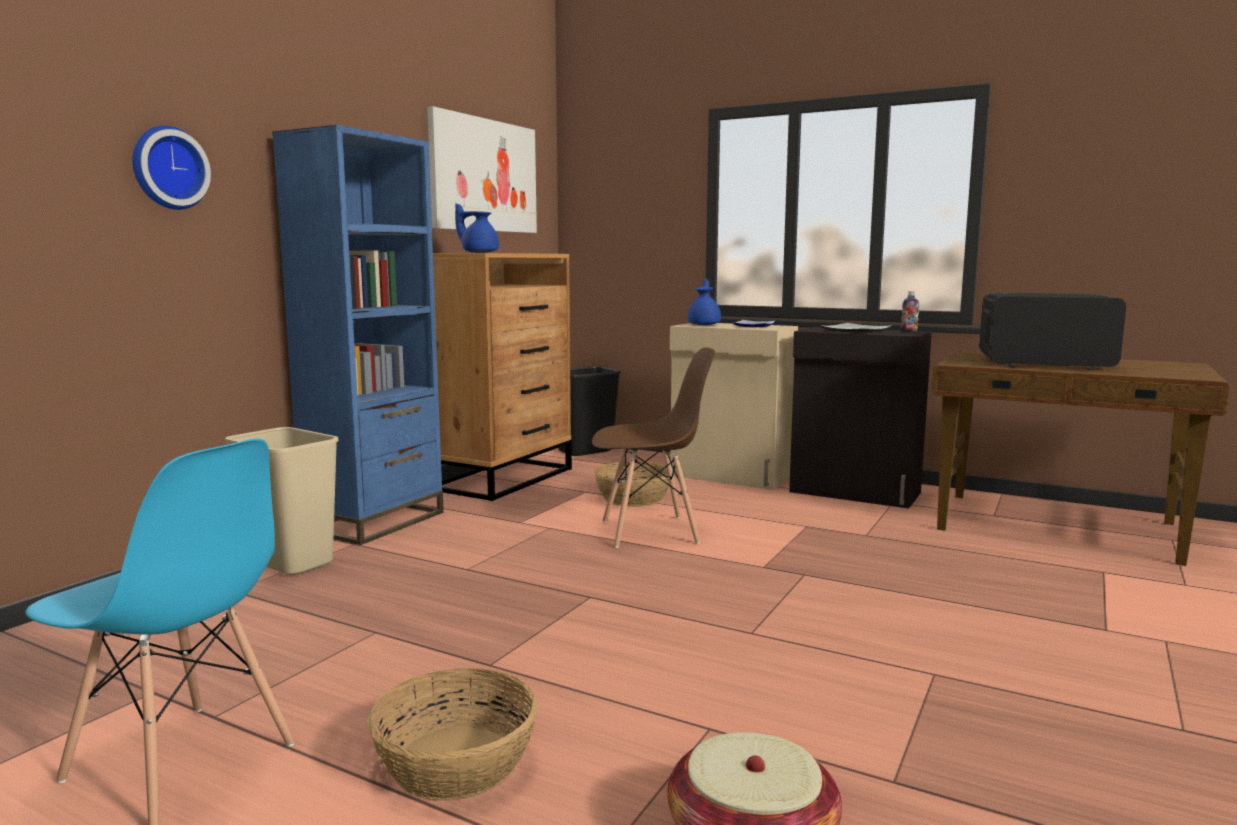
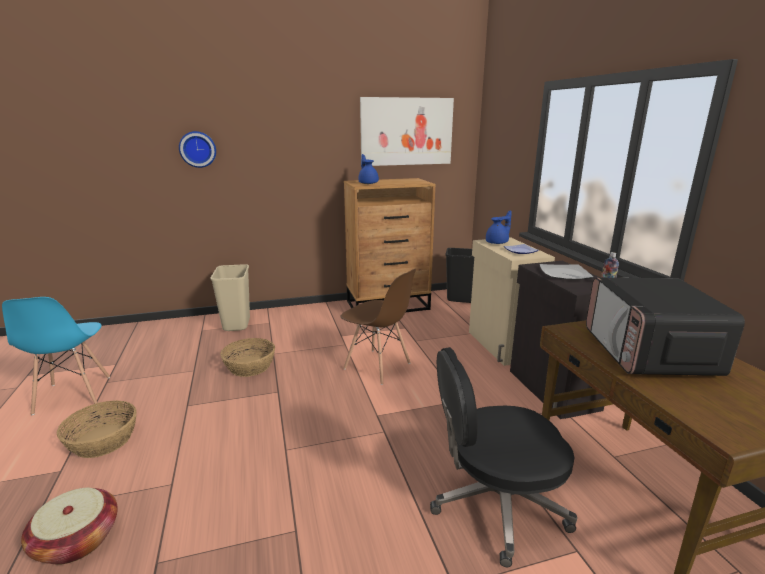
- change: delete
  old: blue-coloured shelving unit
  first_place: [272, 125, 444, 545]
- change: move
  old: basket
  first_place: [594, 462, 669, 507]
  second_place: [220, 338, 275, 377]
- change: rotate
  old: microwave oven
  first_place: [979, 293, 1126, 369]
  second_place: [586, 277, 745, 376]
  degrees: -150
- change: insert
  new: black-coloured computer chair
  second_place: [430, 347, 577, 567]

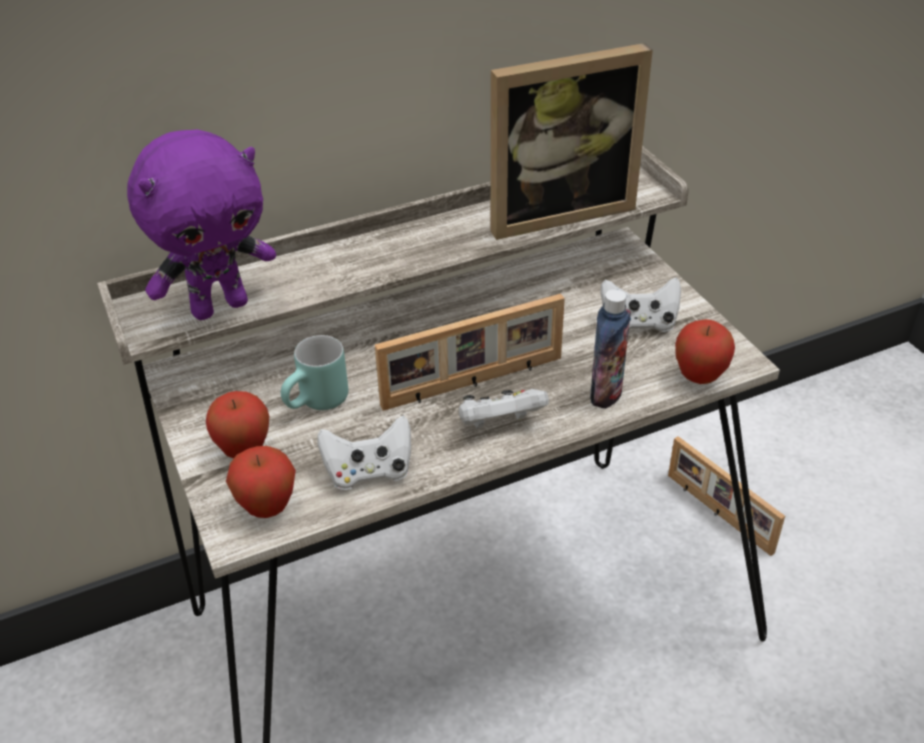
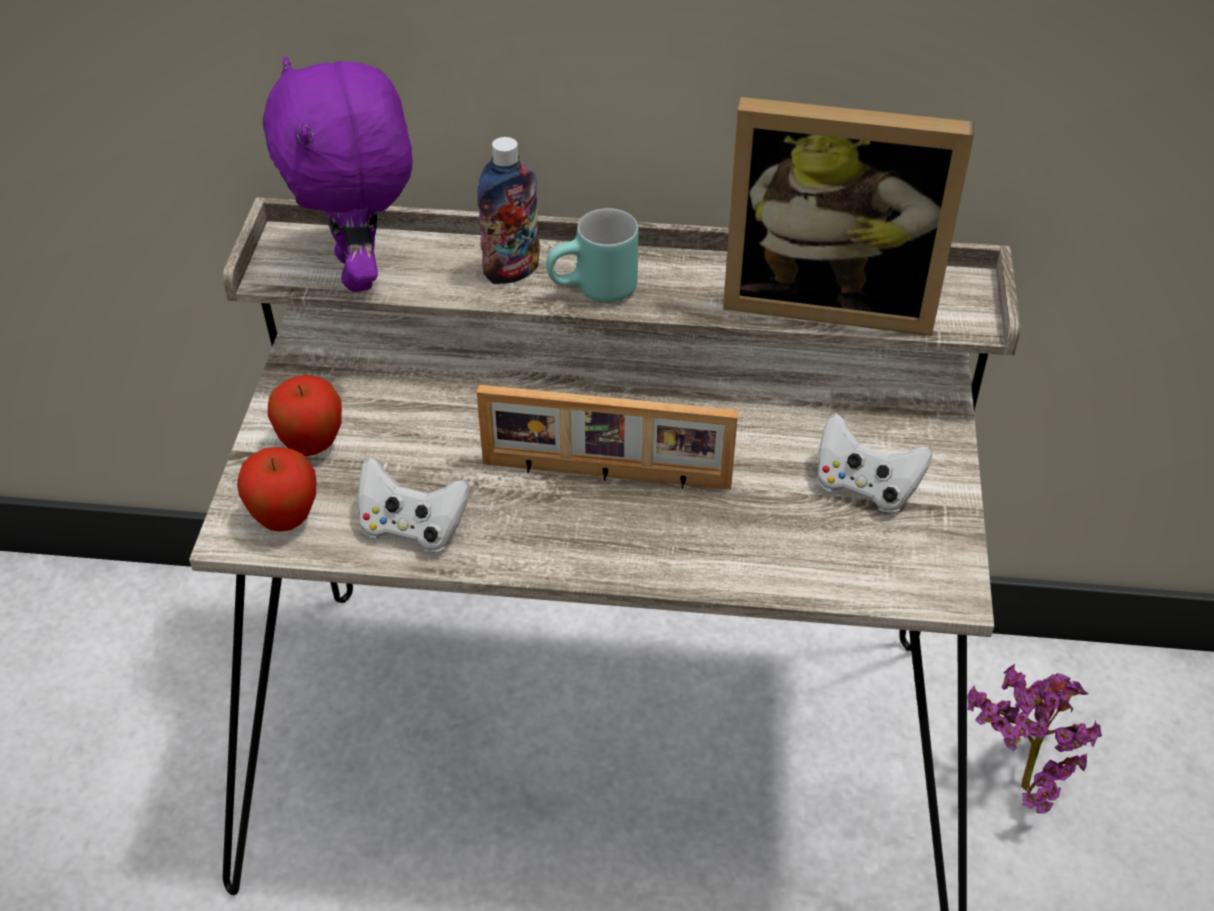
- change: rotate
  old: purple-coloured cuddly toy
  first_place: [127, 129, 276, 320]
  second_place: [263, 56, 413, 292]
  degrees: 75
- change: move
  old: turquoise-coloured tea mug
  first_place: [281, 335, 348, 410]
  second_place: [546, 208, 639, 303]
- change: delete
  old: whitish joypad
  first_place: [459, 389, 549, 429]
- change: move
  old: bottle
  first_place: [590, 289, 631, 409]
  second_place: [477, 137, 540, 284]
- change: replace
  old: standing frame
  new: plant in a pot
  first_place: [668, 436, 785, 556]
  second_place: [967, 664, 1102, 814]
- change: delete
  old: whole apple
  first_place: [675, 319, 735, 384]

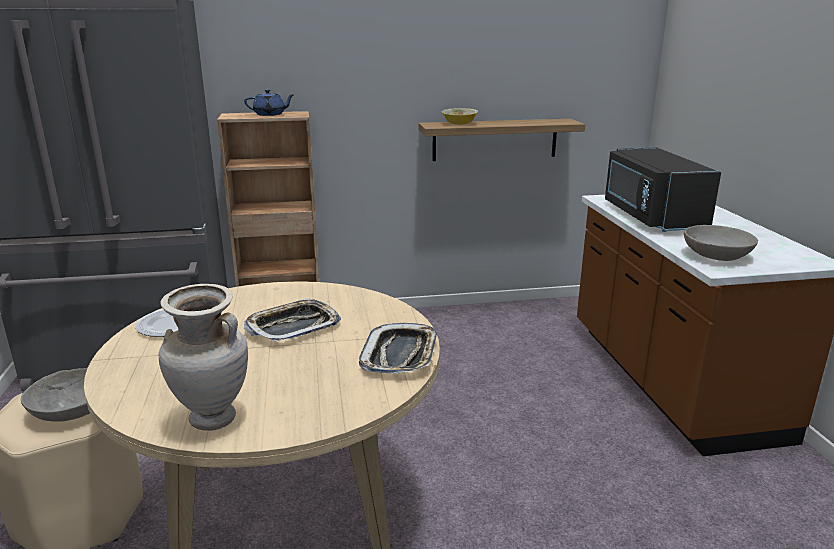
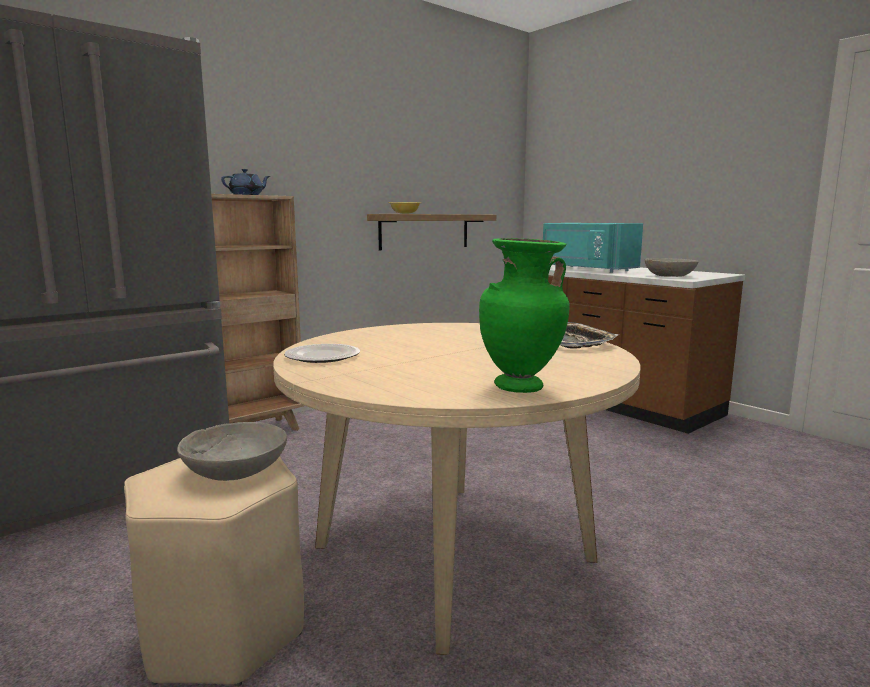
- change: recolor
  old: beige vase
  new: green-coloured vase
  first_place: [159, 284, 248, 431]
  second_place: [479, 238, 570, 393]
- change: delete
  old: serving tray
  first_place: [244, 298, 341, 342]
- change: recolor
  old: black-coloured microwave oven
  new: turquoise-coloured microwave oven
  first_place: [605, 148, 721, 232]
  second_place: [543, 223, 643, 273]

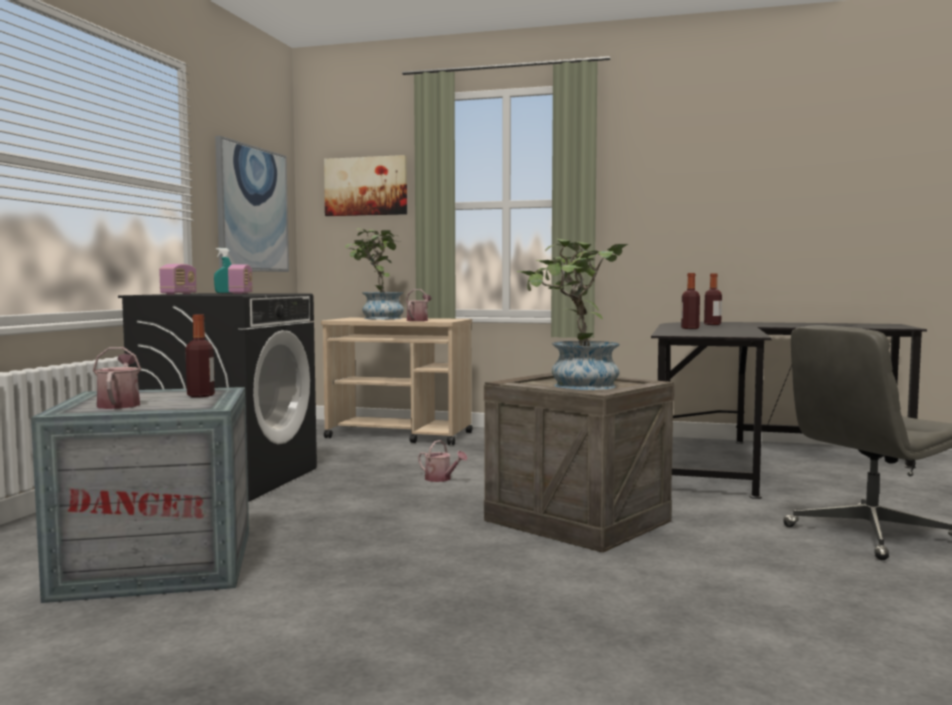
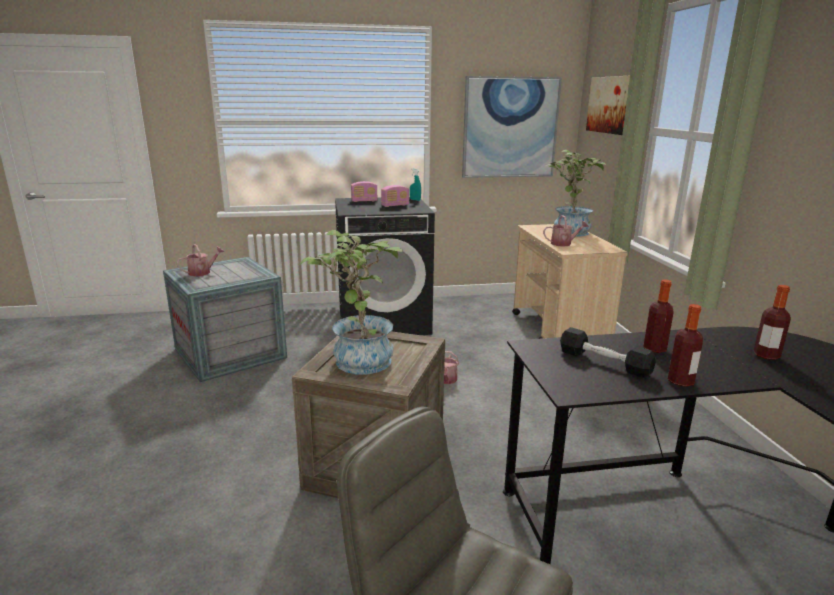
- change: move
  old: bottle
  first_place: [185, 315, 215, 397]
  second_place: [668, 304, 703, 387]
- change: insert
  new: black-coloured dumbbell
  second_place: [560, 327, 656, 378]

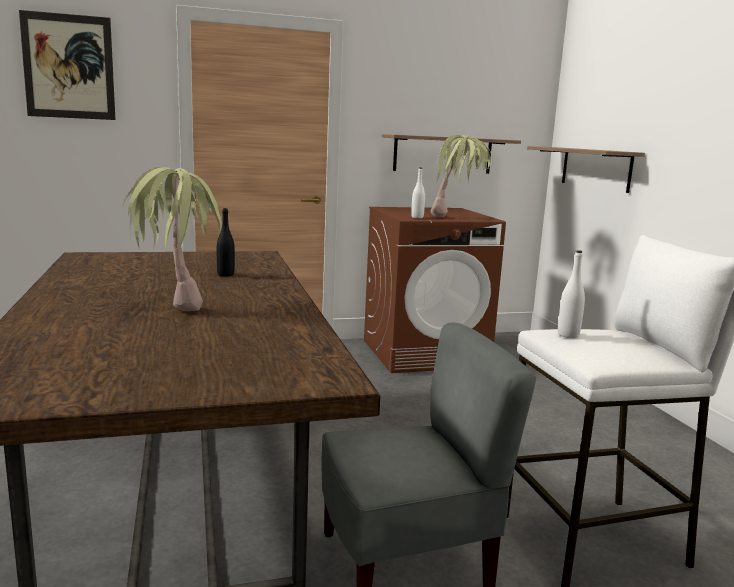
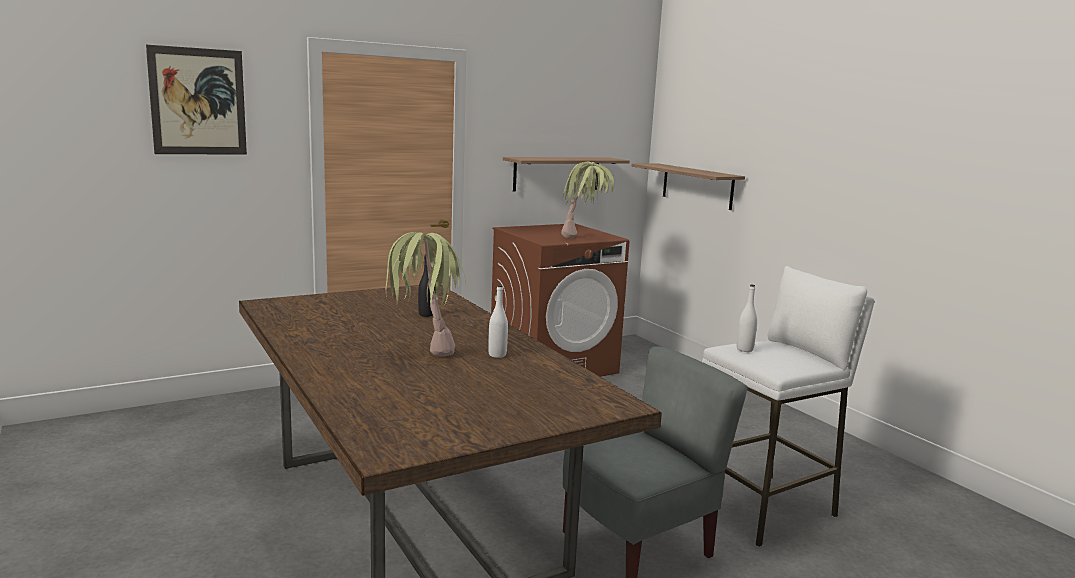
- change: move
  old: whitish bottle
  first_place: [411, 168, 425, 218]
  second_place: [488, 285, 508, 358]

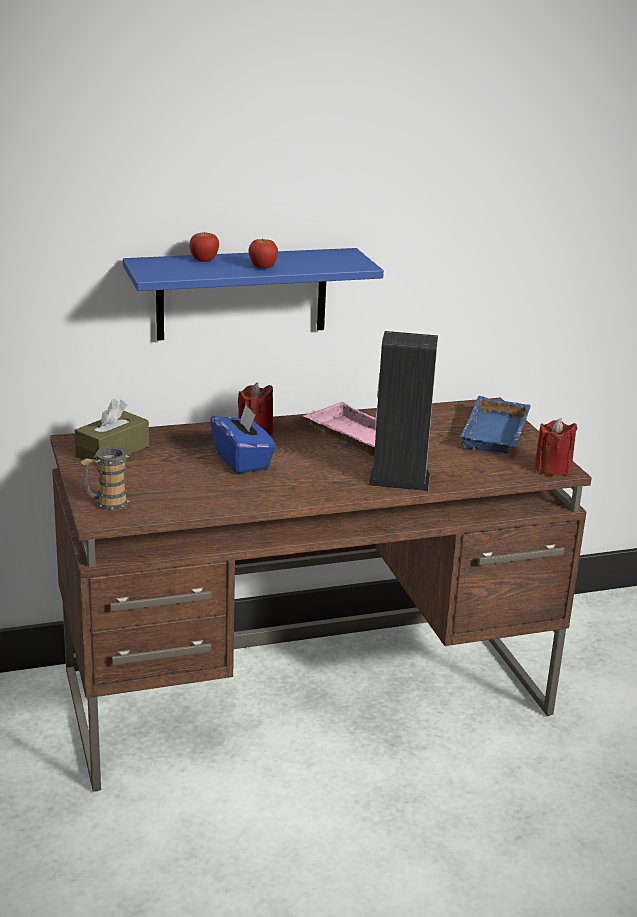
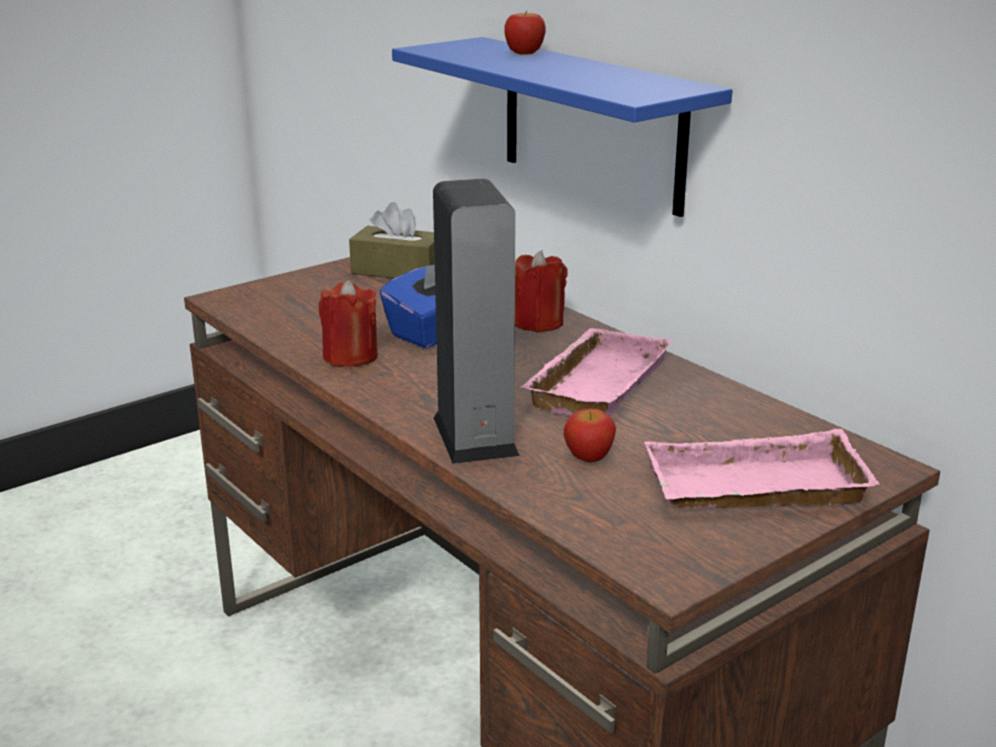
- change: delete
  old: tea mug
  first_place: [81, 447, 131, 511]
- change: move
  old: whole apple
  first_place: [249, 239, 278, 269]
  second_place: [564, 409, 616, 462]
- change: recolor
  old: blue-coloured serving tray
  new: pink serving tray
  first_place: [460, 396, 531, 453]
  second_place: [645, 429, 880, 509]
- change: move
  old: red wax candle
  first_place: [534, 418, 577, 476]
  second_place: [319, 280, 378, 367]

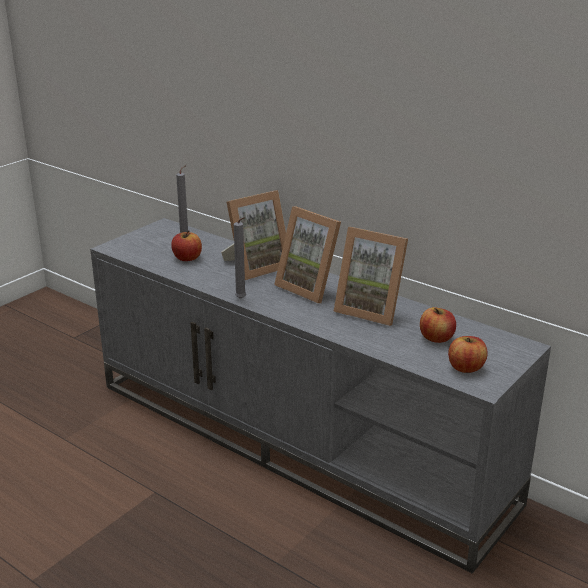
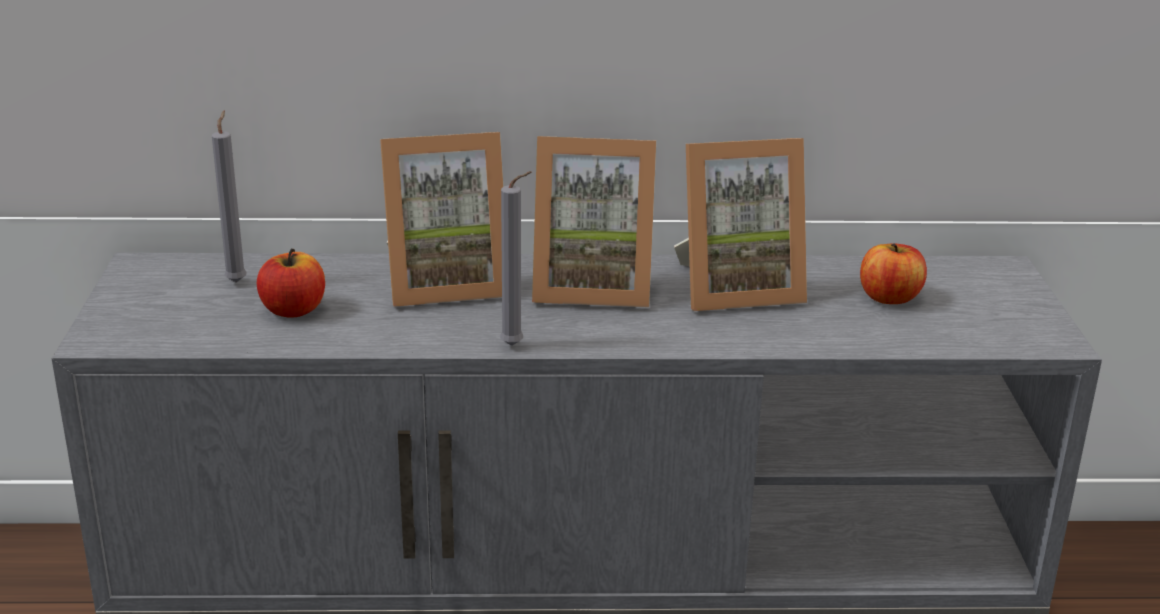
- change: rotate
  old: standing frame
  first_place: [221, 190, 286, 280]
  second_place: [380, 132, 503, 307]
  degrees: 60
- change: delete
  old: whole apple
  first_place: [448, 336, 488, 373]

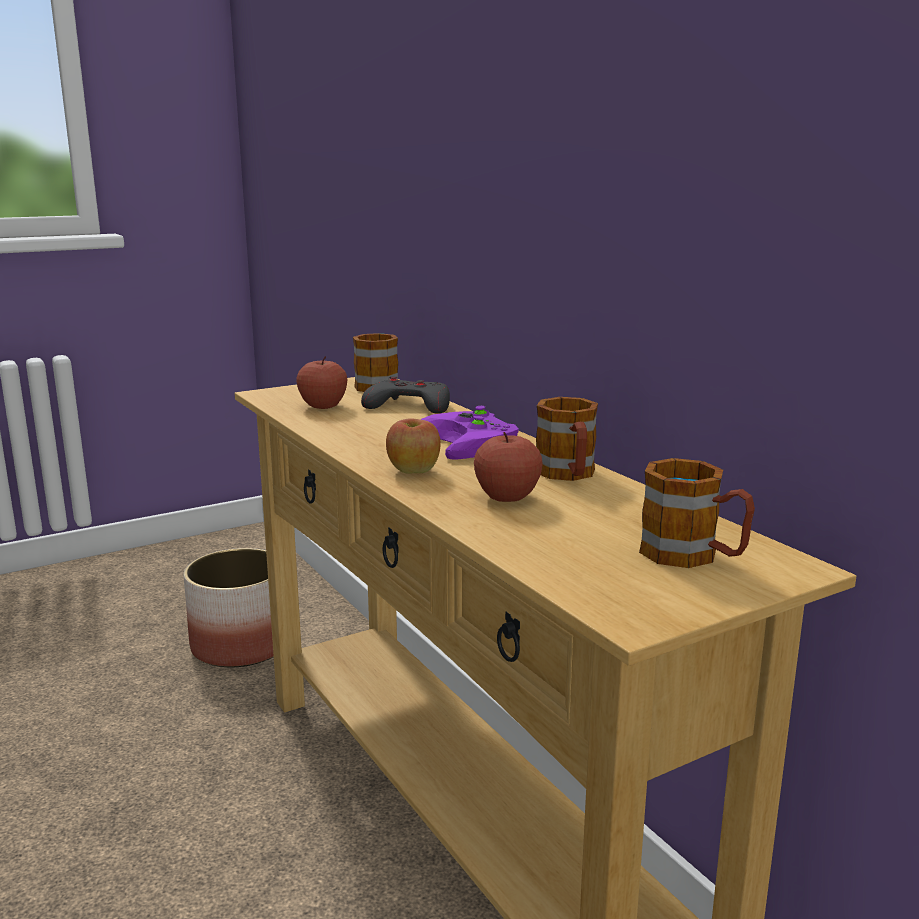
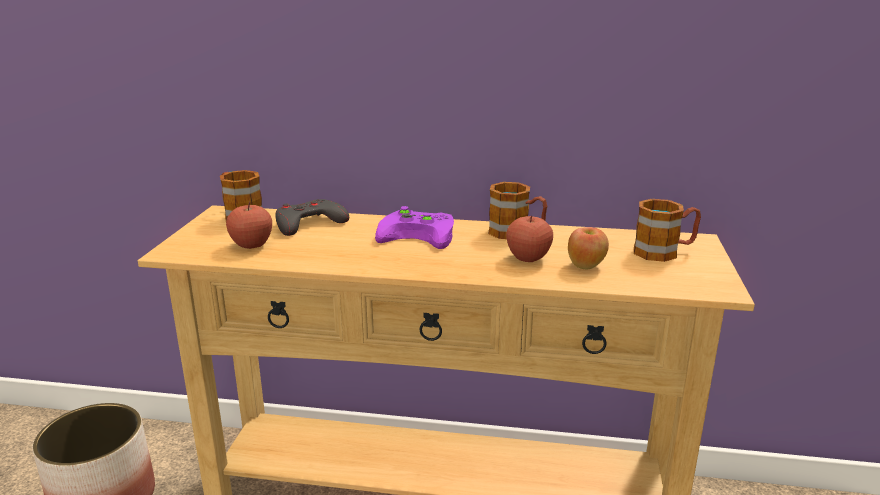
- change: move
  old: whole apple
  first_place: [386, 418, 441, 474]
  second_place: [568, 227, 609, 269]

